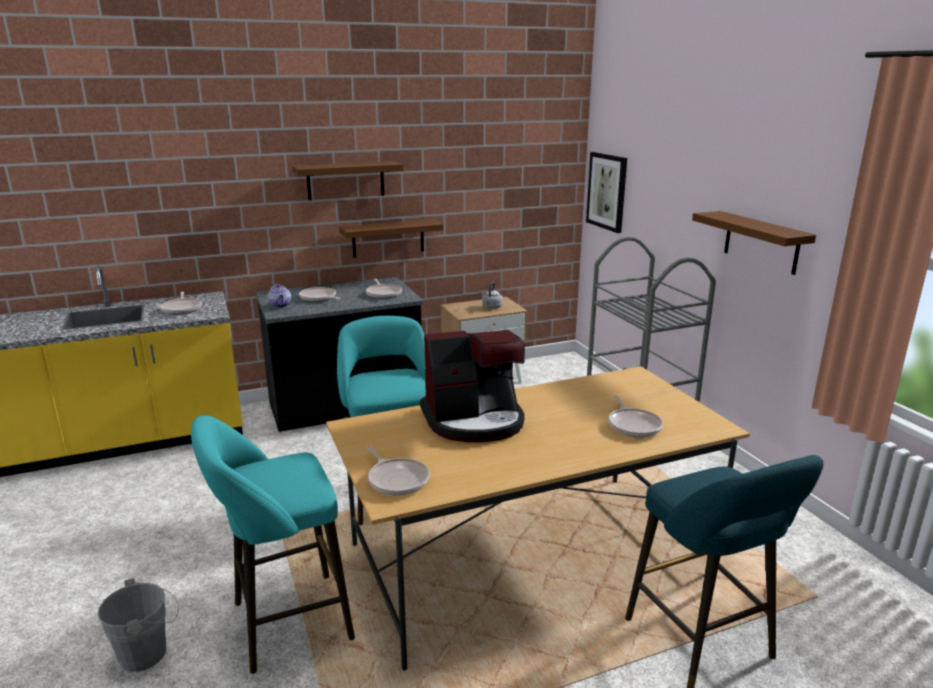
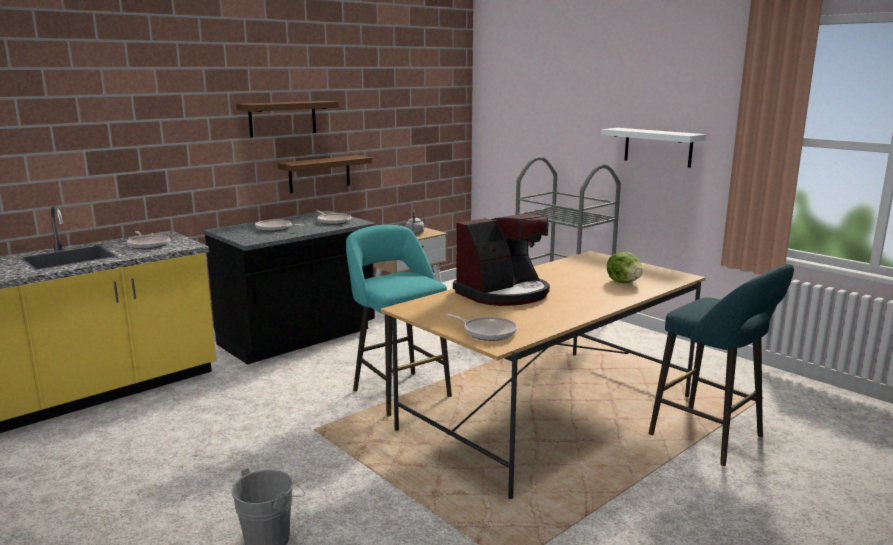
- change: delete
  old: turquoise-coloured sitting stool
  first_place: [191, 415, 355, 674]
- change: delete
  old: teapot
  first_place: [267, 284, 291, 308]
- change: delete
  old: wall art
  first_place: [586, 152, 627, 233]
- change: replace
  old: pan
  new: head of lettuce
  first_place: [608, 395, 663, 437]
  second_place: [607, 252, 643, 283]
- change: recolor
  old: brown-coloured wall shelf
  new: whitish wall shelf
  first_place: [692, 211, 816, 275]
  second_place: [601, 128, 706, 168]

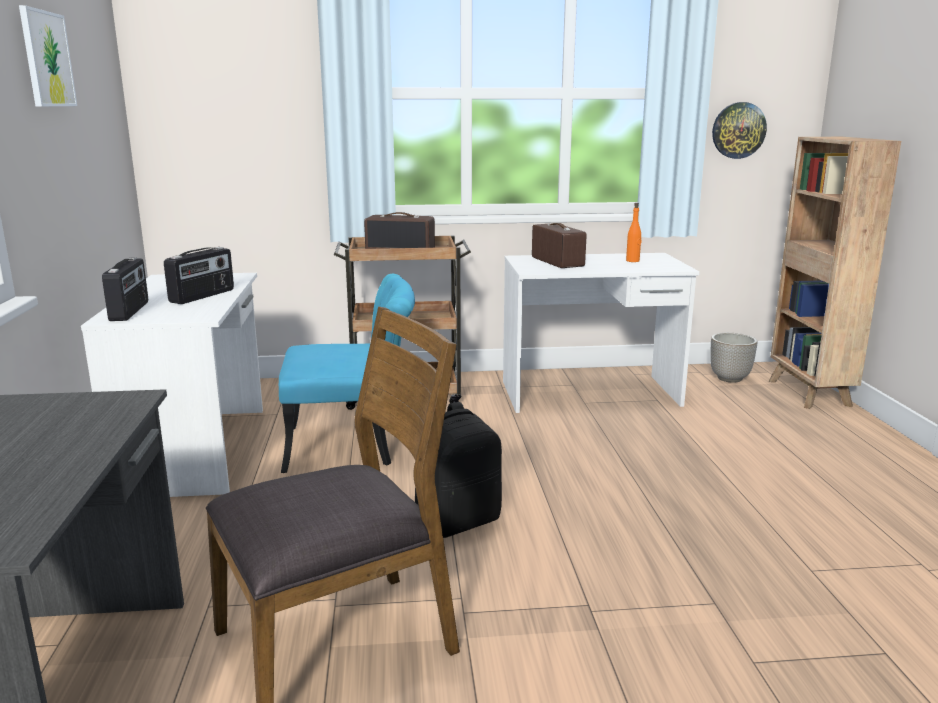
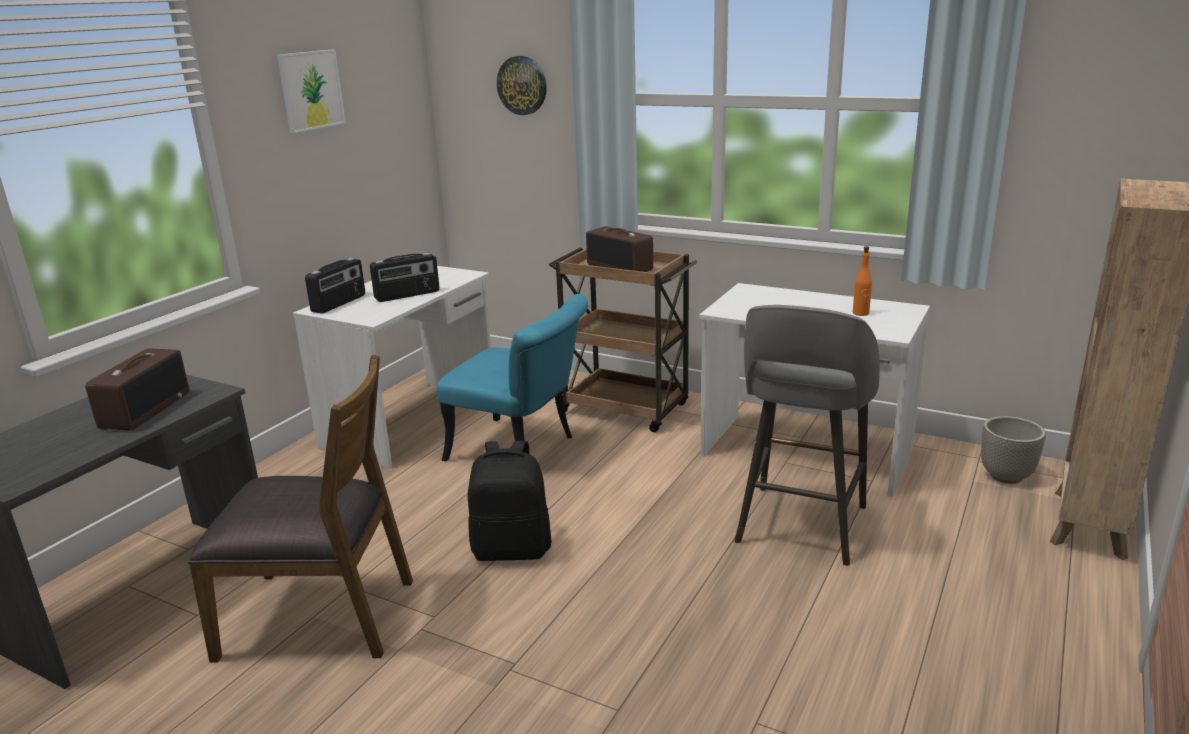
- change: move
  old: radio
  first_place: [532, 223, 586, 268]
  second_place: [85, 348, 189, 430]
- change: move
  old: clock on the wall
  first_place: [712, 102, 767, 159]
  second_place: [497, 56, 547, 115]
- change: insert
  new: greyish sitting stool
  second_place: [734, 305, 880, 566]

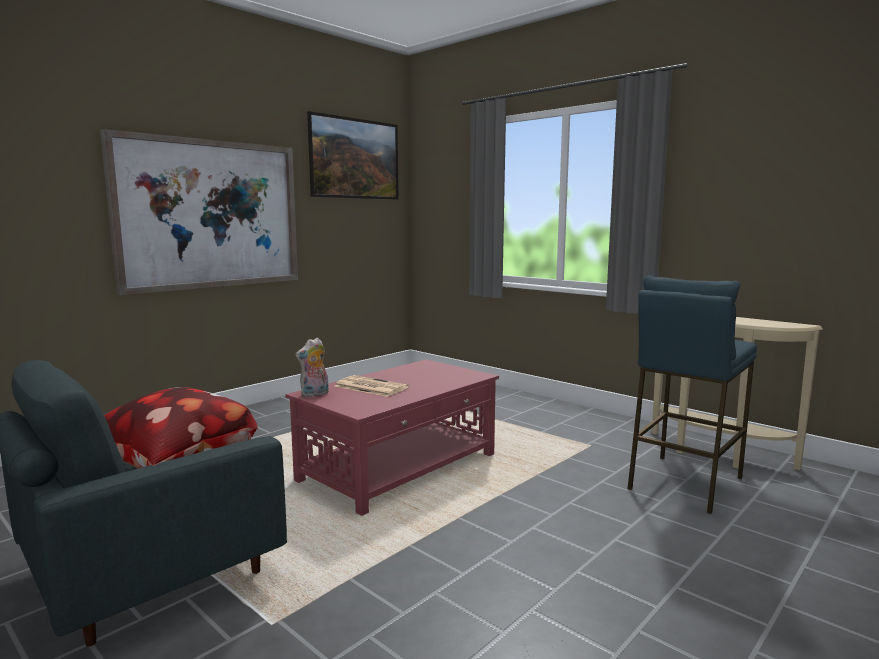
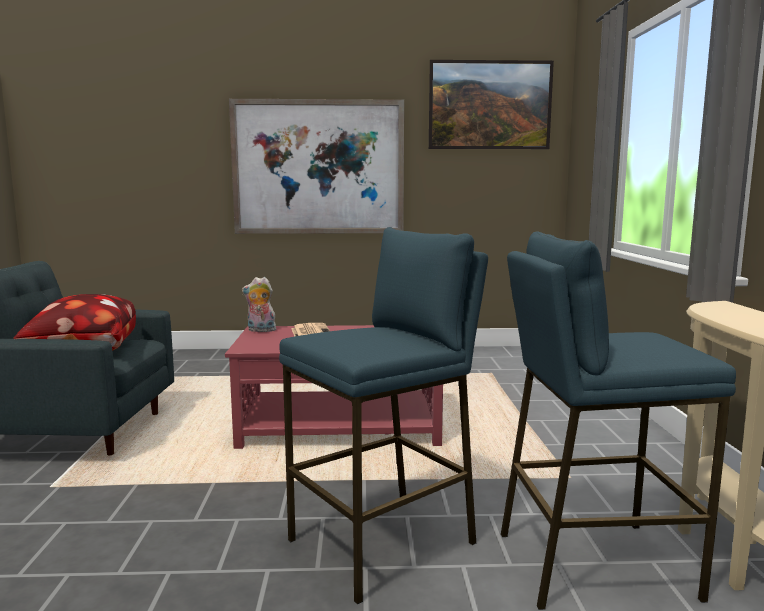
- change: insert
  new: blue-coloured sitting stool
  second_place: [279, 227, 488, 604]

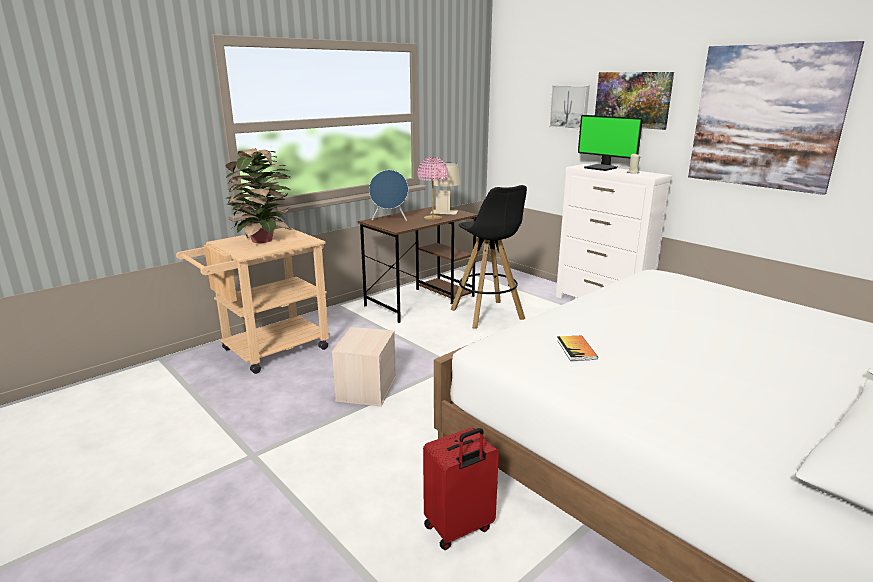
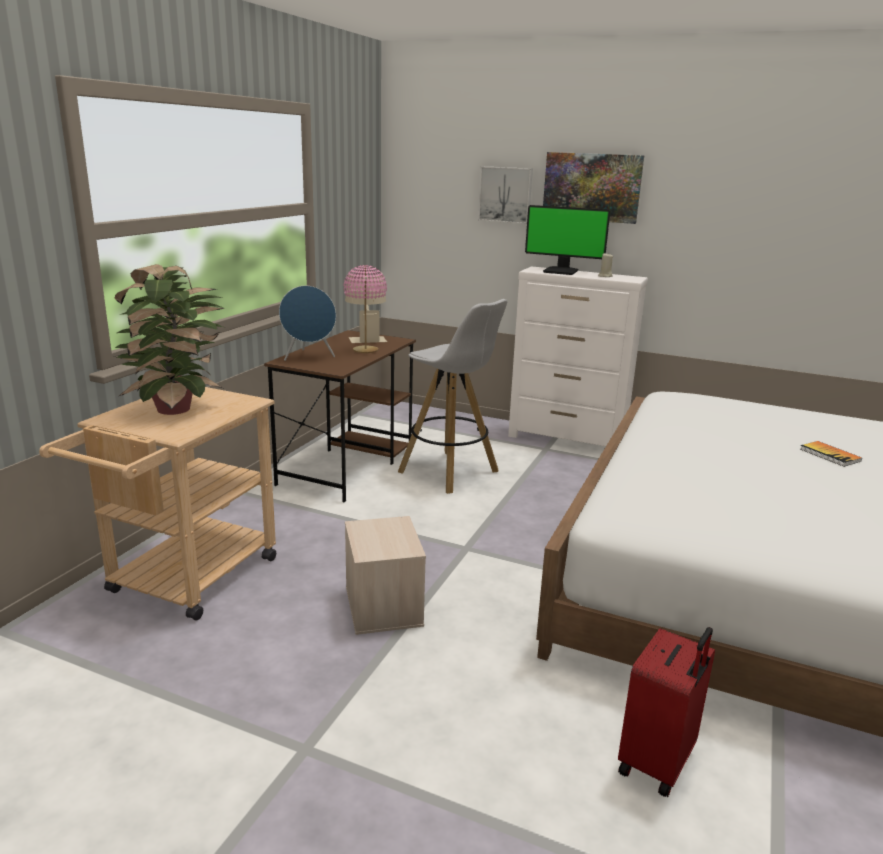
- change: recolor
  old: black-coloured sitting stool
  new: whitish sitting stool
  first_place: [450, 185, 527, 329]
  second_place: [398, 299, 507, 494]
- change: move
  old: bound book
  first_place: [557, 336, 598, 361]
  second_place: [801, 441, 862, 467]
- change: delete
  old: wall art
  first_place: [688, 41, 864, 195]

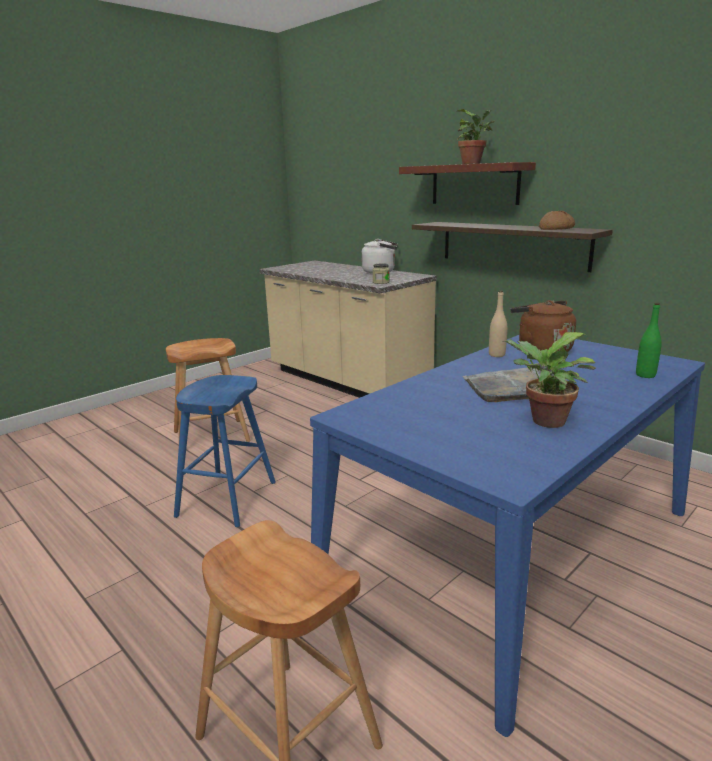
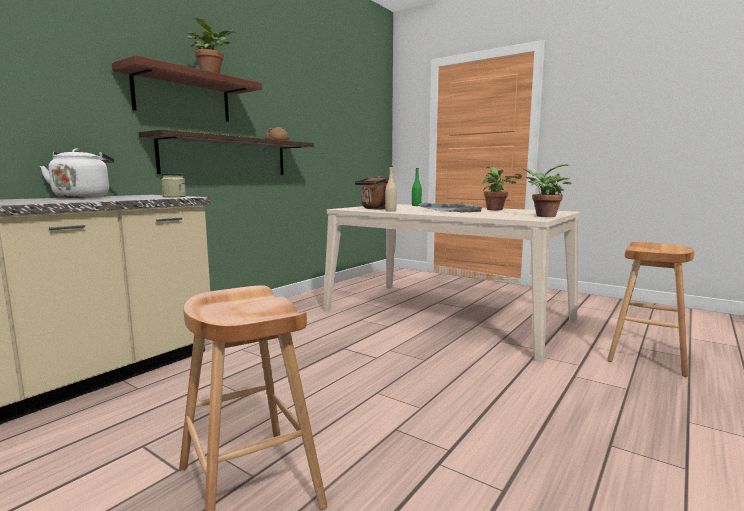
- change: delete
  old: blue-coloured sitting stool
  first_place: [174, 375, 276, 527]
- change: recolor
  old: blue-coloured dinner table
  new: beige dinner table
  first_place: [310, 335, 705, 737]
  second_place: [323, 204, 581, 362]
- change: insert
  new: plant in a pot
  second_place: [523, 164, 571, 217]

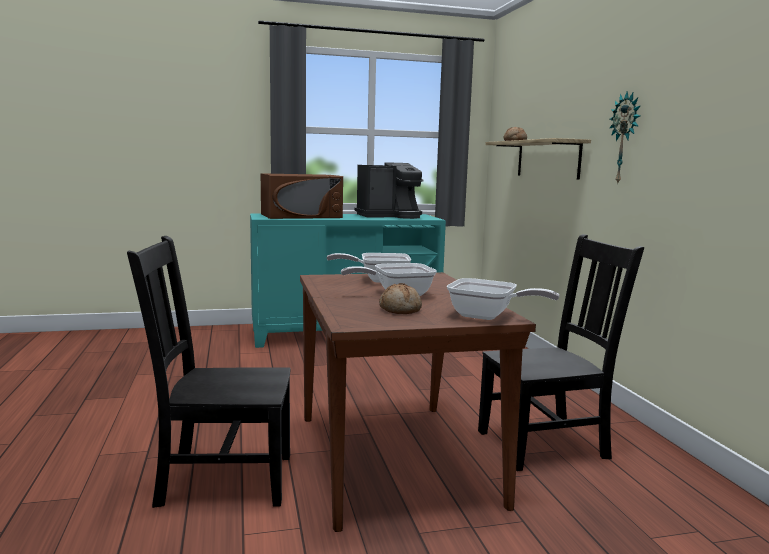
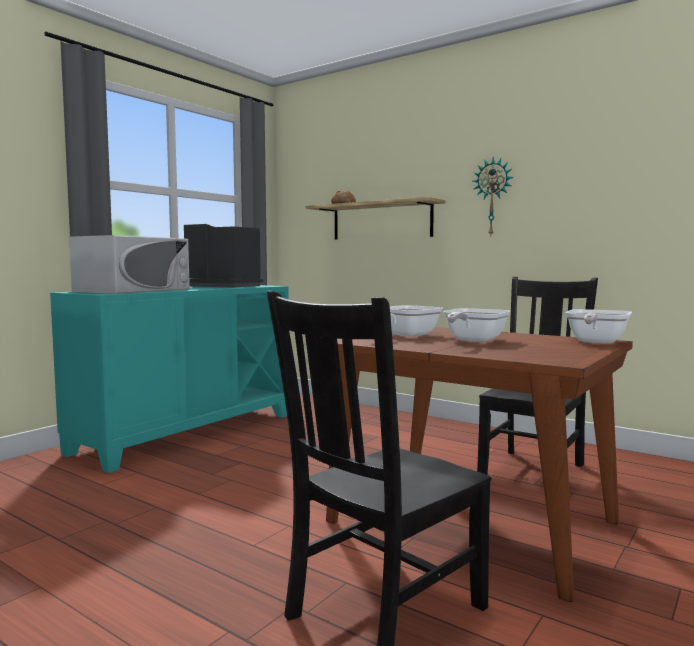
- change: recolor
  old: brown-coloured microwave oven
  new: whitish microwave oven
  first_place: [261, 173, 343, 219]
  second_place: [69, 235, 190, 294]
- change: rotate
  old: coffee machine
  first_place: [355, 162, 424, 219]
  second_place: [184, 224, 263, 288]
  degrees: -90
- change: delete
  old: bakery bread
  first_place: [379, 283, 422, 314]
- change: rotate
  old: pan
  first_place: [447, 278, 560, 320]
  second_place: [565, 309, 632, 344]
  degrees: 135

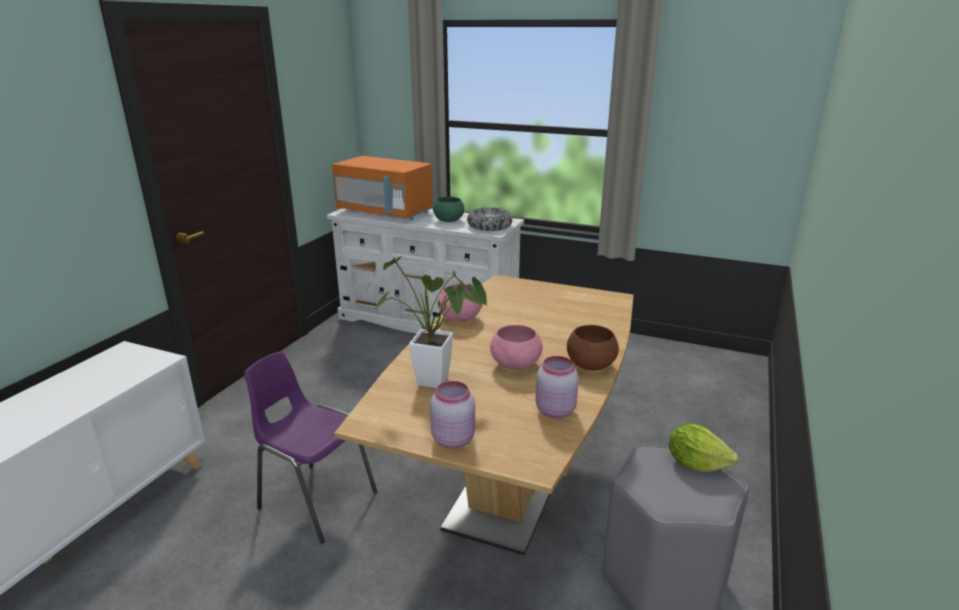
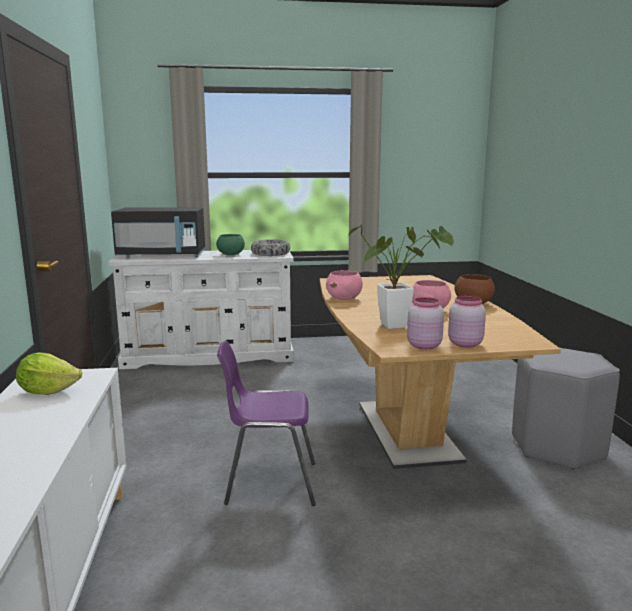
- change: recolor
  old: orangey microwave oven
  new: black-coloured microwave oven
  first_place: [332, 156, 433, 220]
  second_place: [111, 207, 205, 258]
- change: move
  old: pink storage jar
  first_place: [535, 356, 579, 418]
  second_place: [407, 297, 444, 349]
- change: move
  old: head of lettuce
  first_place: [669, 423, 739, 472]
  second_place: [16, 352, 82, 395]

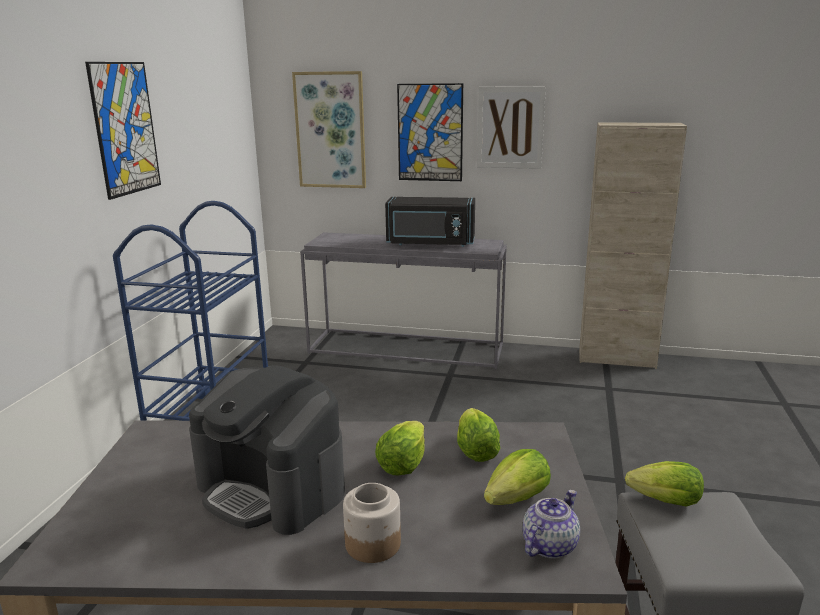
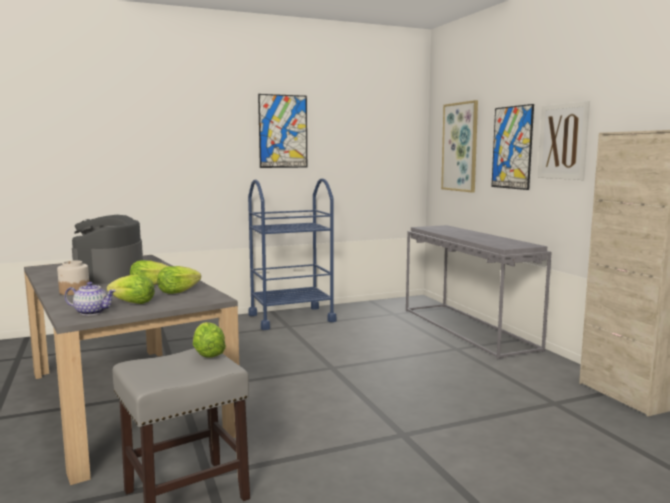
- change: delete
  old: black-coloured microwave oven
  first_place: [385, 197, 475, 247]

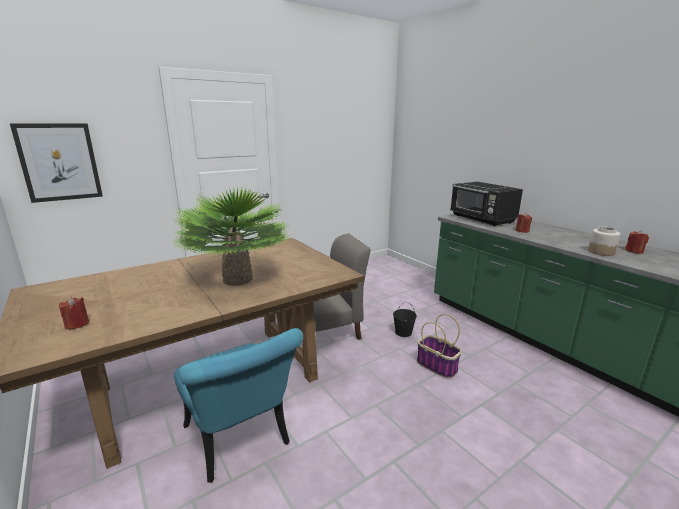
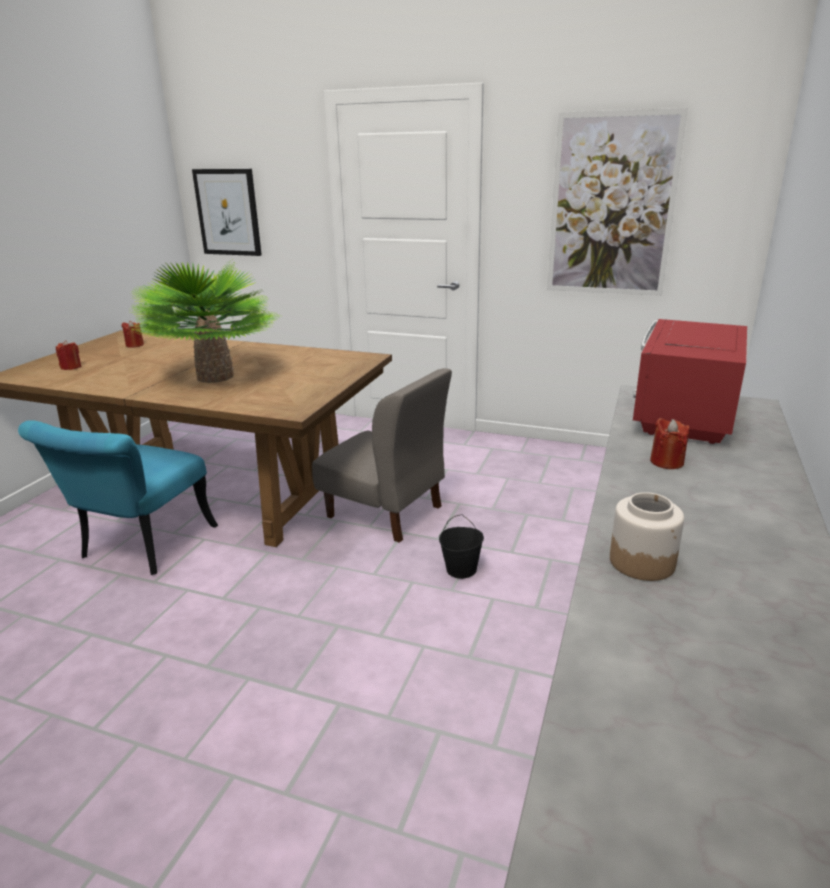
- change: delete
  old: basket
  first_place: [417, 314, 462, 379]
- change: recolor
  old: black-coloured microwave oven
  new: red microwave oven
  first_place: [451, 182, 523, 226]
  second_place: [633, 319, 747, 444]
- change: move
  old: red wax candle
  first_place: [625, 230, 649, 254]
  second_place: [122, 321, 144, 348]
- change: insert
  new: wall art
  second_place: [547, 108, 688, 296]

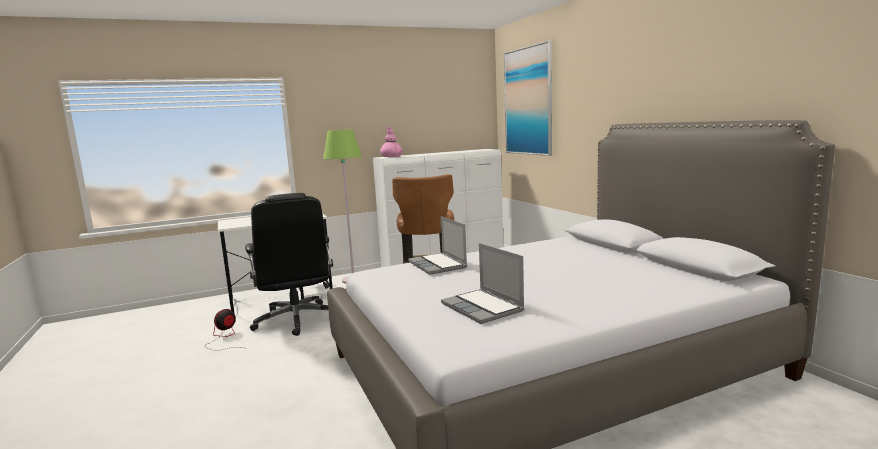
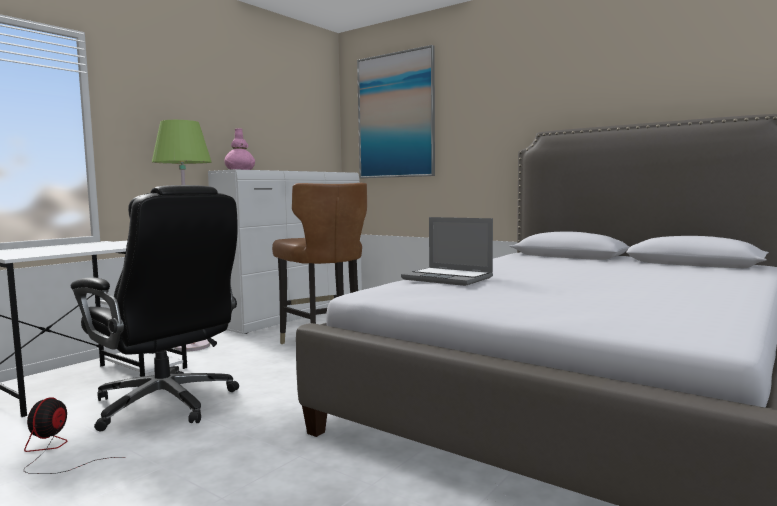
- change: delete
  old: portable computer
  first_place: [441, 243, 525, 324]

